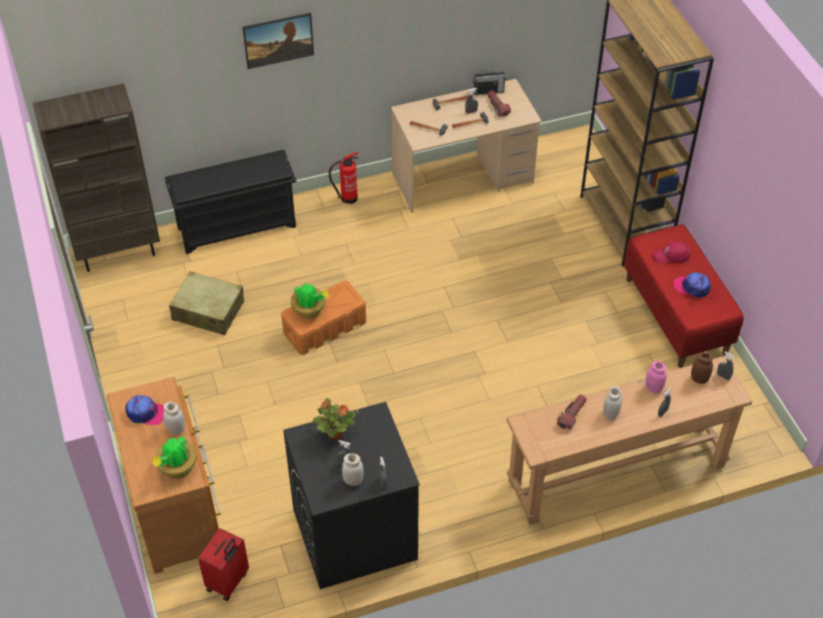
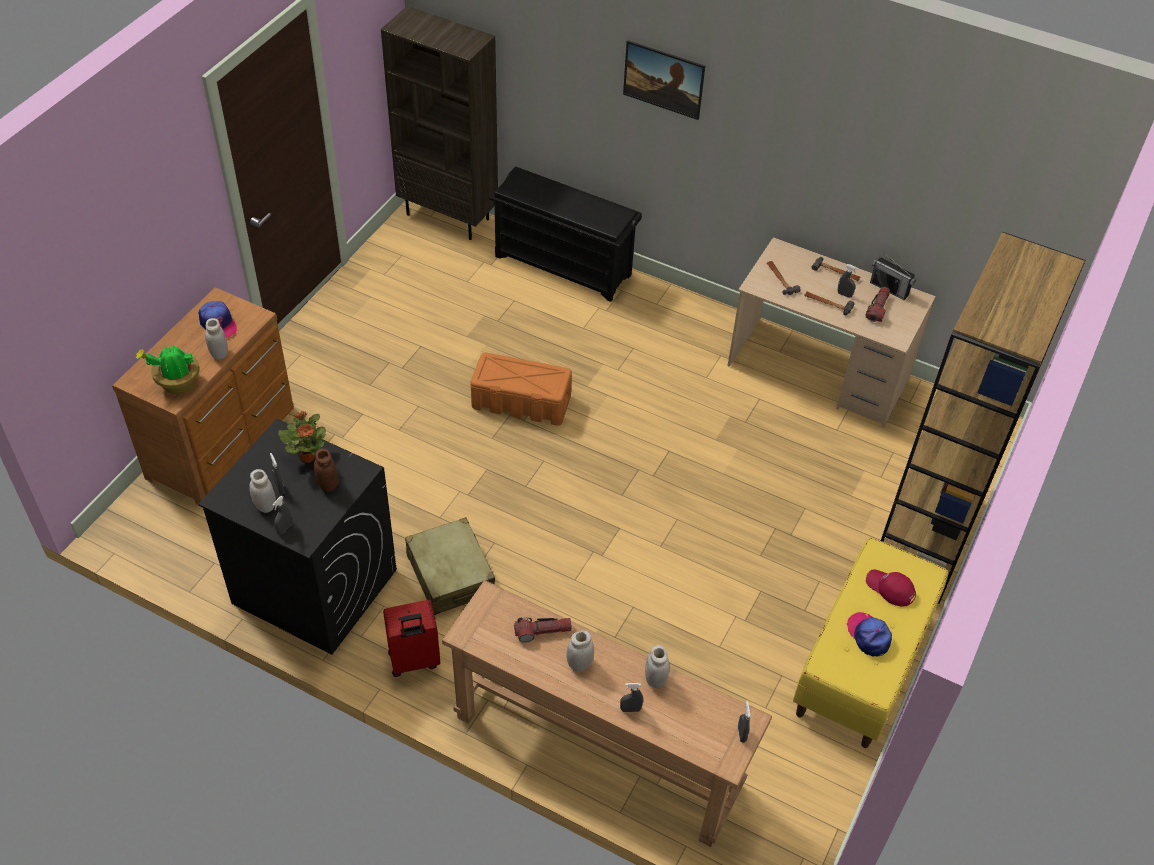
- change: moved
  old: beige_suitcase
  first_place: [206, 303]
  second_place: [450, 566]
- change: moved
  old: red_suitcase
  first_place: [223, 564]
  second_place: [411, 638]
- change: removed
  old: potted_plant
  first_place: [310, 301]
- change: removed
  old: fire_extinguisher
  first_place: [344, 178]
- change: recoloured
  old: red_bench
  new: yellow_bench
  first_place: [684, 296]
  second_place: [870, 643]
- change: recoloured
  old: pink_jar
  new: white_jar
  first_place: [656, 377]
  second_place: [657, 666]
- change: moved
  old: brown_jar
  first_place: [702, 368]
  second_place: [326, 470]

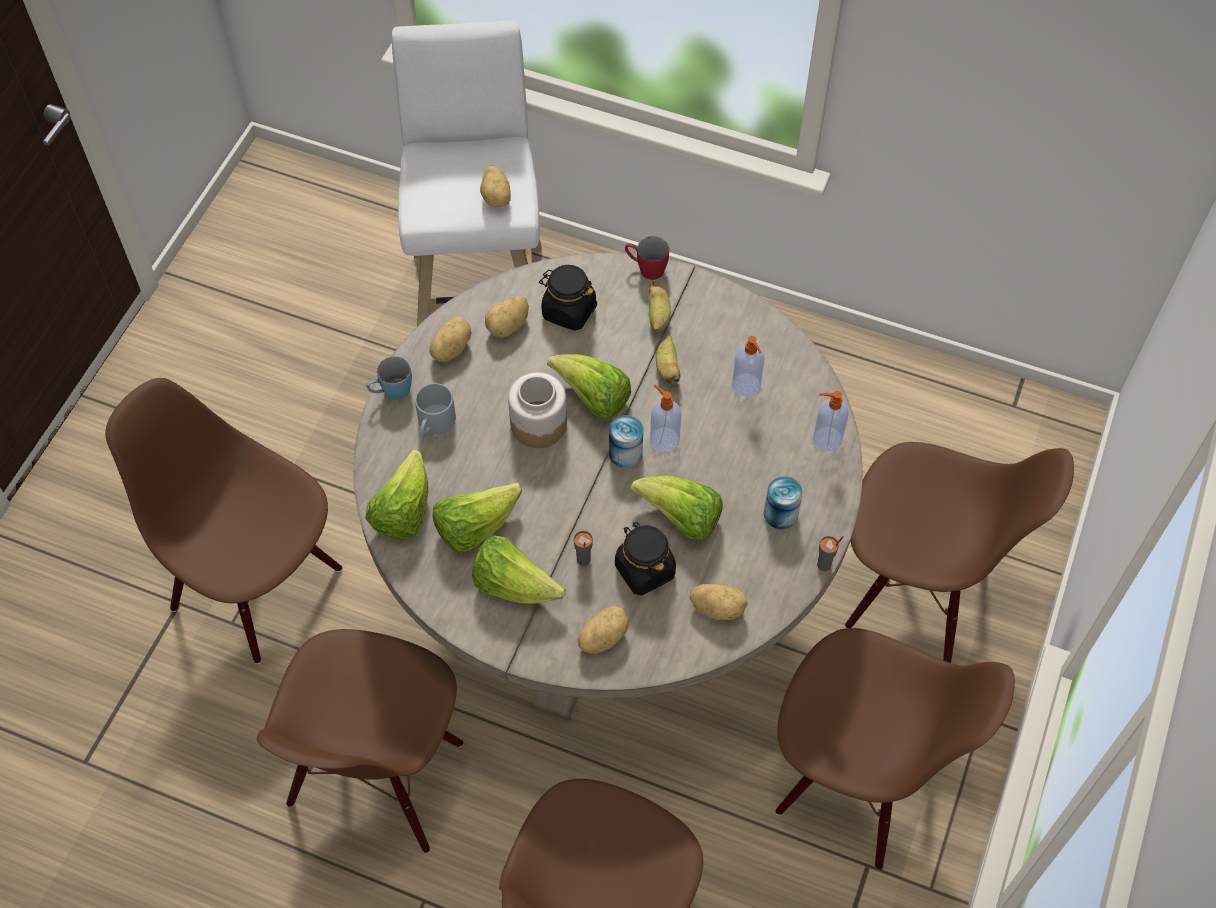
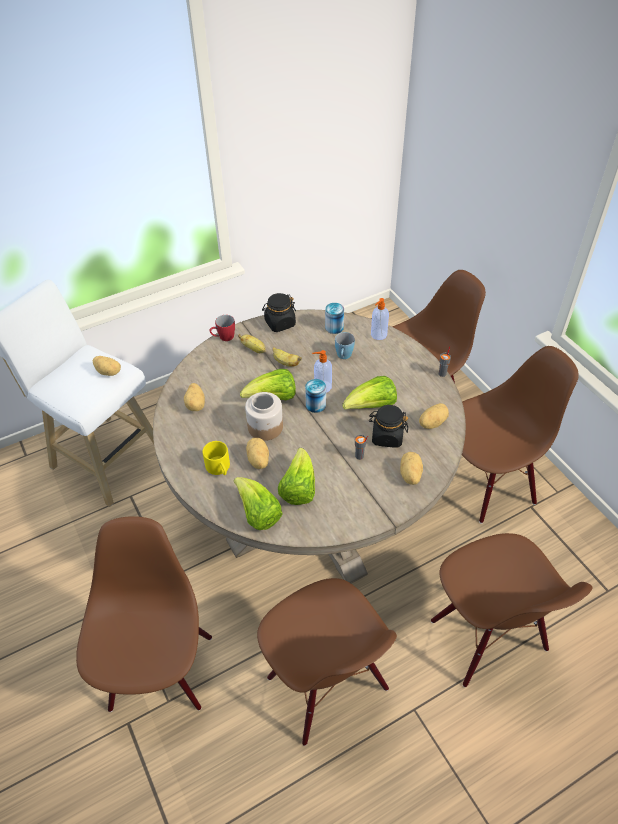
- change: turned
  old: brown_chair
  first_place: [223, 521]
  second_place: [144, 614]
  degrees: 105
- change: moved
  old: blue_mug
  first_place: [389, 378]
  second_place: [345, 345]
- change: recoloured
  old: grey_mug
  new: yellow_mug
  first_place: [435, 410]
  second_place: [216, 458]
- change: moved
  old: potato
  first_place: [450, 339]
  second_place: [257, 453]
- change: removed
  old: lettuce
  first_place: [519, 569]
- change: moved
  old: black_jar
  first_place: [568, 298]
  second_place: [279, 312]
- change: removed
  old: soap_dispenser
  first_place: [748, 366]
- change: moved
  old: can
  first_place: [783, 502]
  second_place: [334, 318]

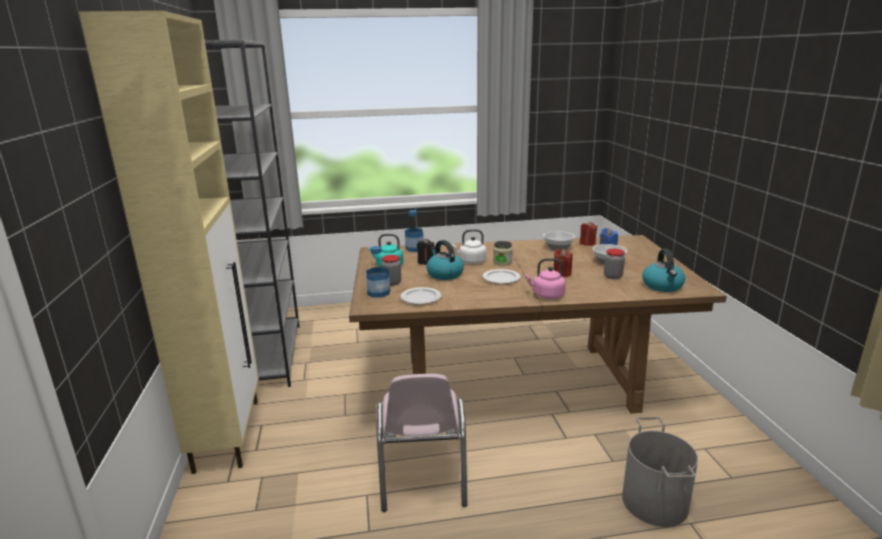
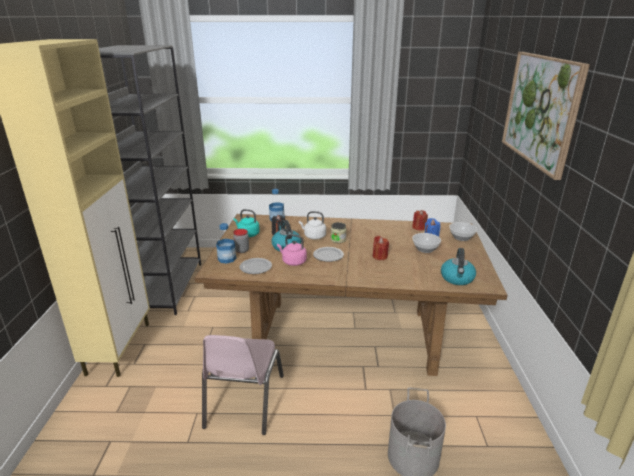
- change: moved
  old: pink_kettle
  first_place: [545, 278]
  second_place: [292, 250]
- change: moved
  old: bowl
  first_place: [559, 240]
  second_place: [463, 231]
- change: removed
  old: jar
  first_place: [614, 264]
- change: added
  new: picture
  second_place: [546, 116]

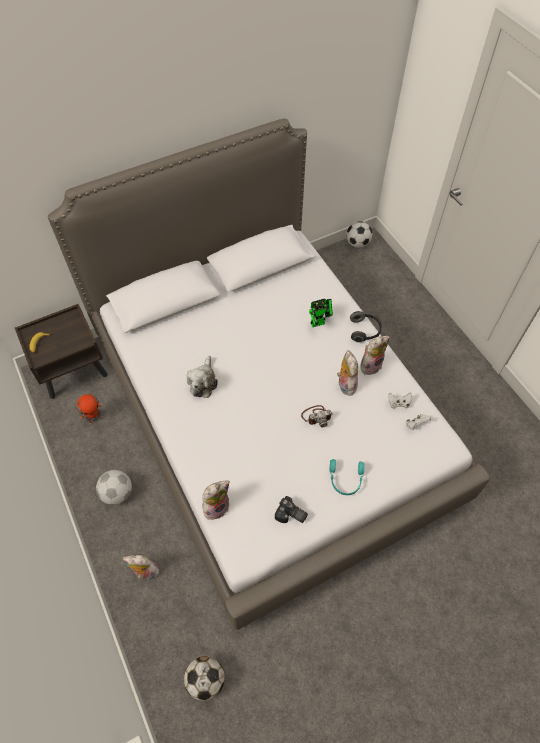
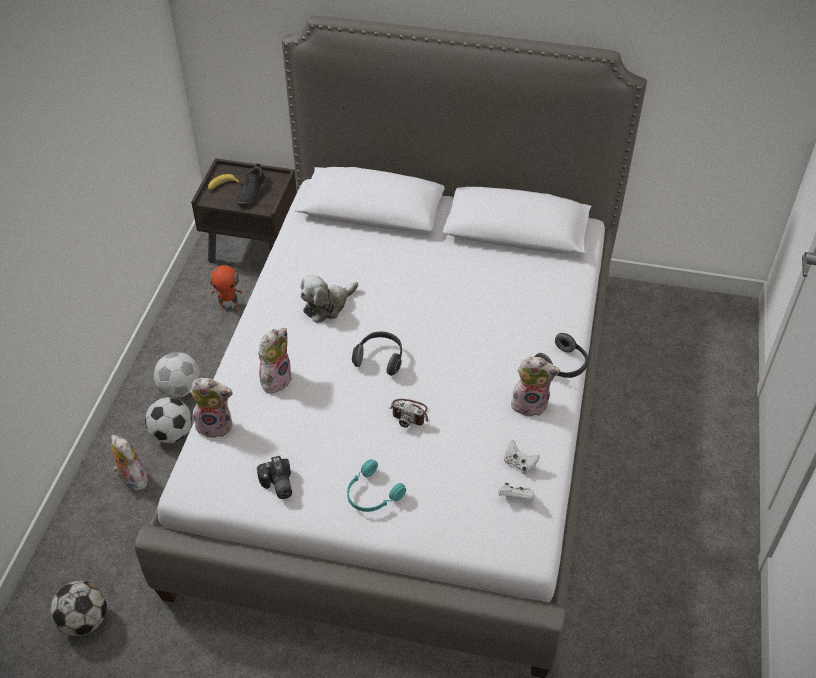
- change: removed
  old: toy_robot
  first_place: [321, 313]
- change: moved
  old: plush_toy
  first_place: [347, 373]
  second_place: [275, 361]
- change: moved
  old: football
  first_place: [359, 234]
  second_place: [168, 420]
- change: added
  new: black_shoe
  second_place: [250, 184]
- change: added
  new: headphones
  second_place: [377, 354]

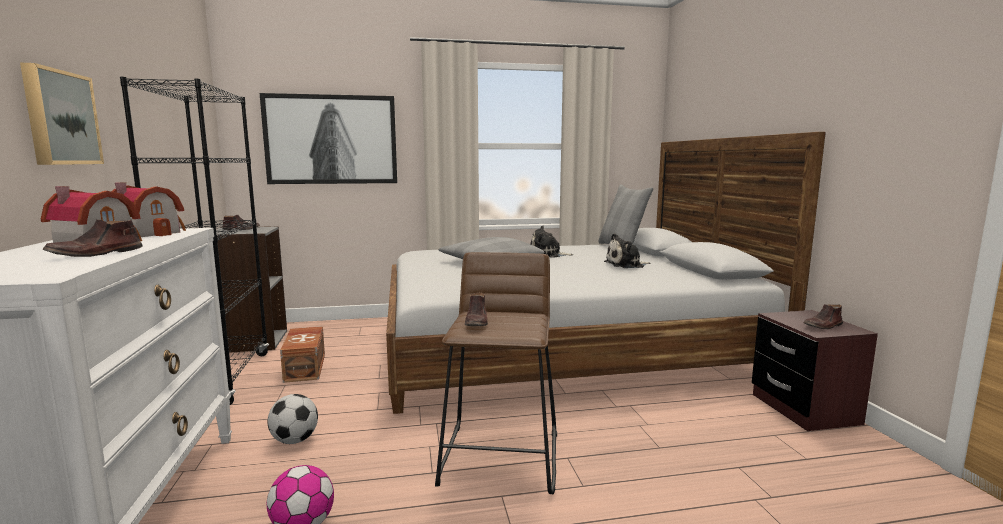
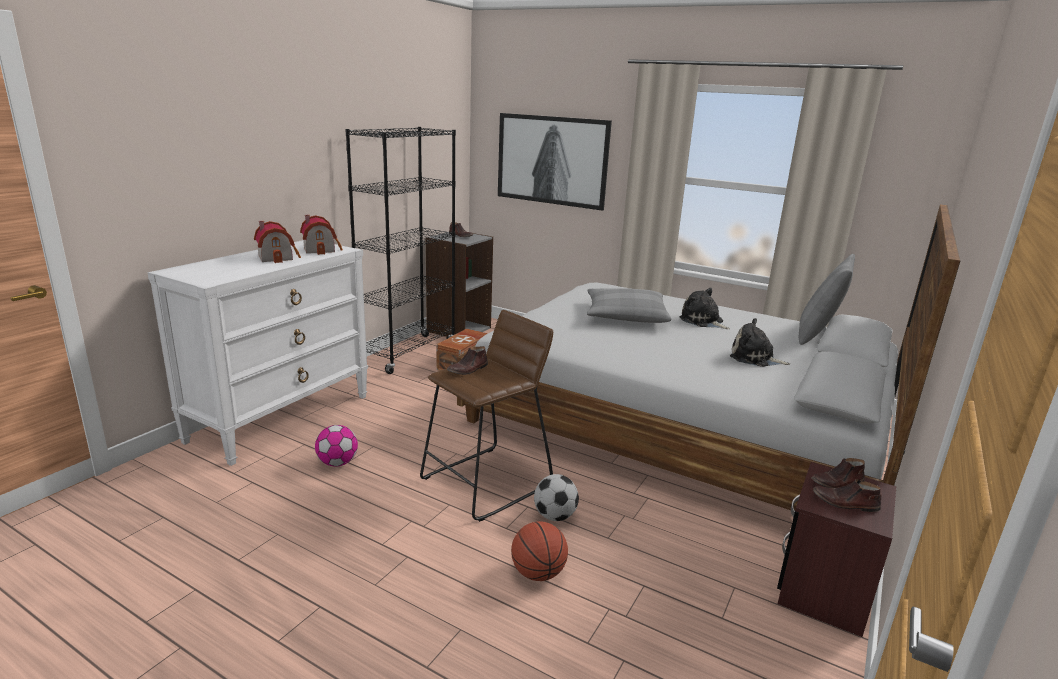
- change: removed
  old: picture
  first_place: [62, 114]
- change: moved
  old: brown_shoe
  first_place: [93, 238]
  second_place: [838, 473]
- change: moved
  old: football
  first_place: [293, 419]
  second_place: [556, 497]
- change: added
  new: basketball
  second_place: [539, 551]

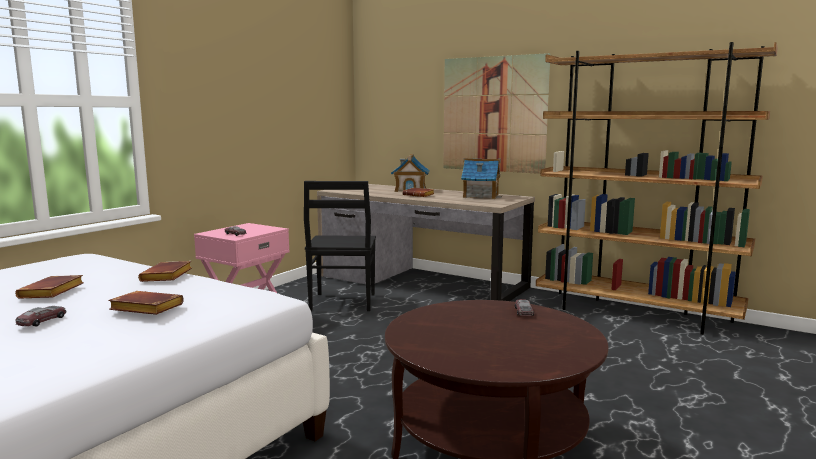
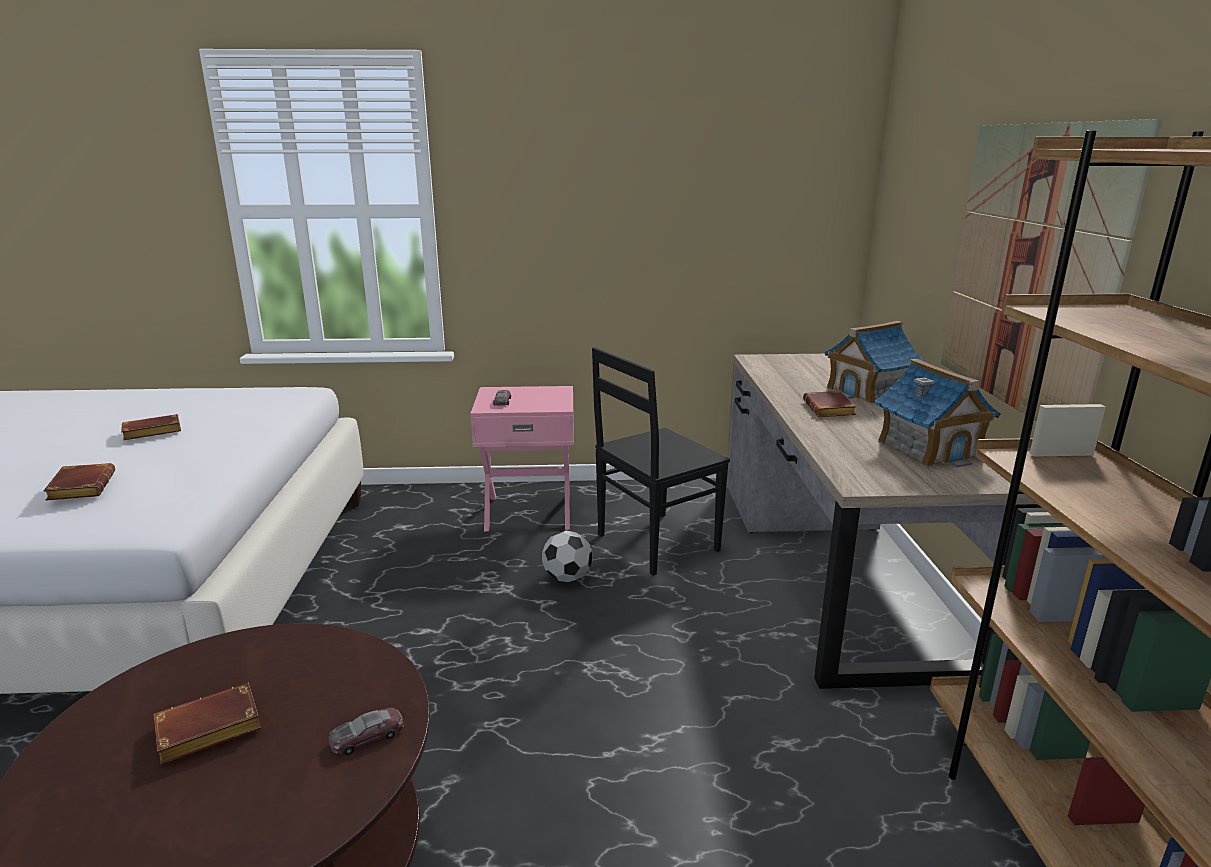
- change: removed
  old: toy_car
  first_place: [40, 316]
- change: moved
  old: brown_book
  first_place: [165, 271]
  second_place: [207, 724]
- change: added
  new: football
  second_place: [567, 556]

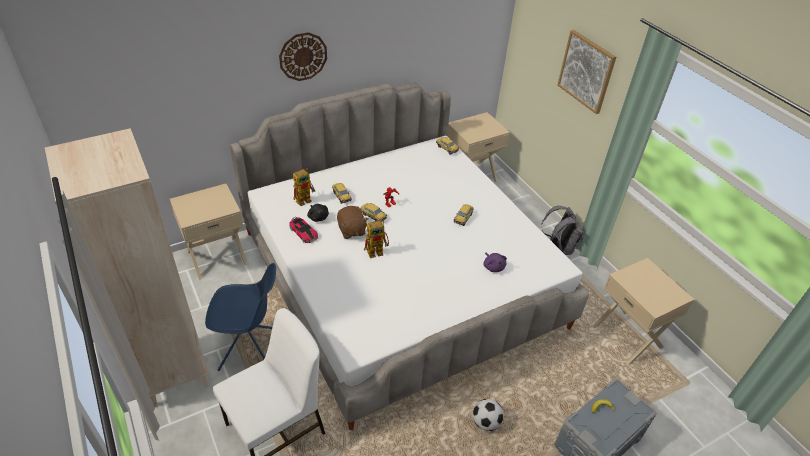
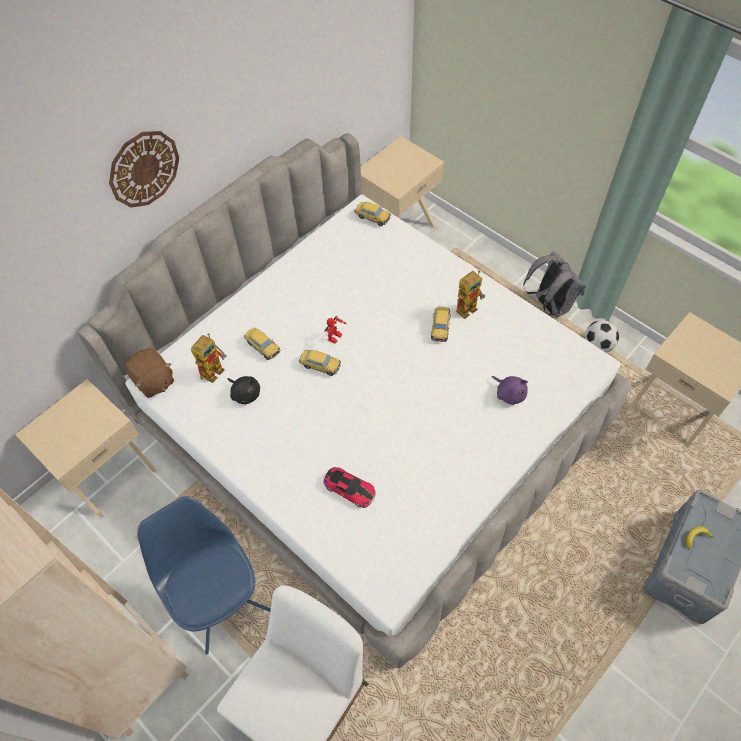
- change: turned
  old: blue_chair
  first_place: [240, 317]
  second_place: [204, 575]
  degrees: -105
- change: moved
  old: toy_car
  first_place: [303, 230]
  second_place: [350, 487]
- change: moved
  old: brown_plush_toy
  first_place: [352, 222]
  second_place: [149, 373]
- change: moved
  old: toy_robot
  first_place: [376, 239]
  second_place: [471, 294]
- change: moved
  old: football
  first_place: [488, 415]
  second_place: [602, 336]
- change: removed
  old: picture
  first_place: [586, 72]

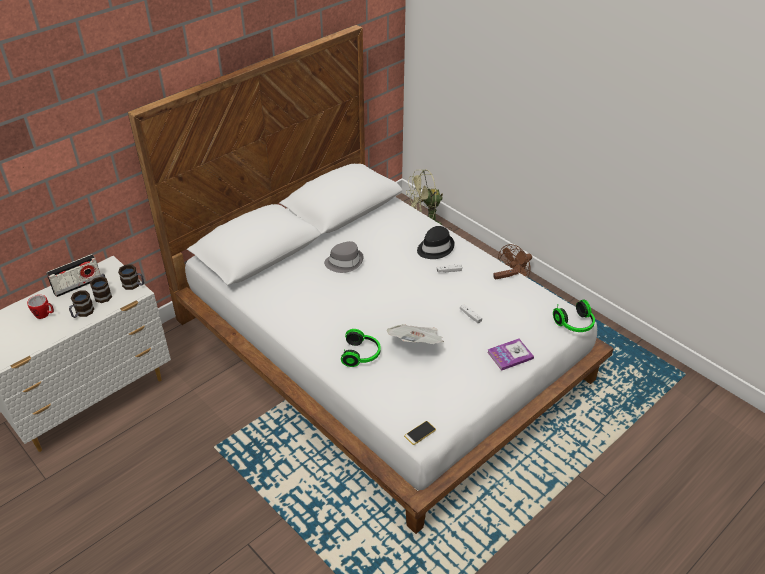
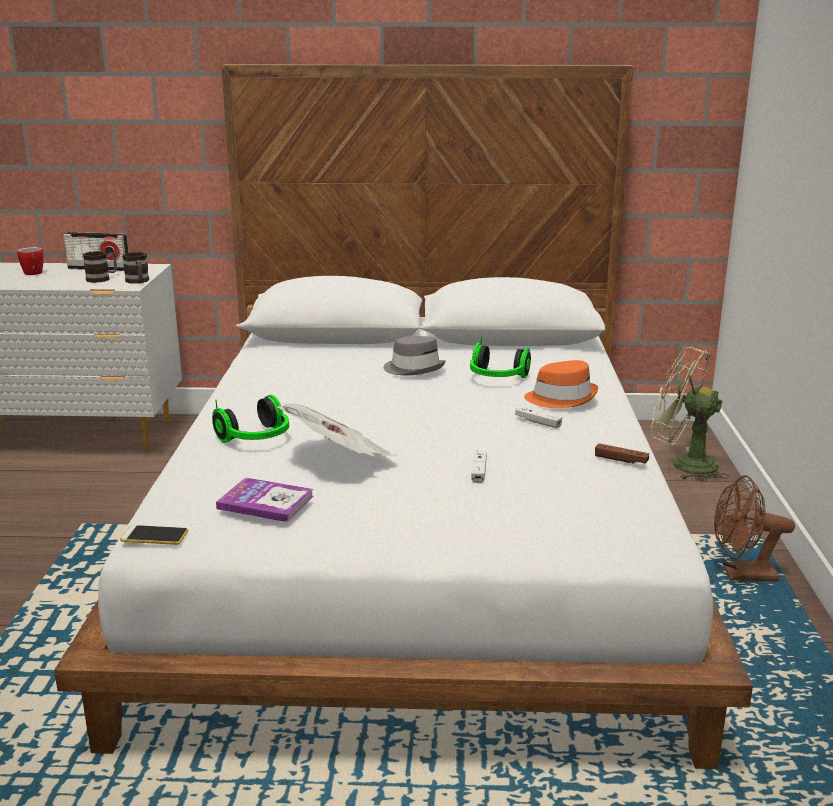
- change: removed
  old: mug
  first_place: [81, 304]
- change: recoloured
  old: black_hat
  new: orange_hat
  first_place: [436, 242]
  second_place: [561, 384]
- change: moved
  old: book
  first_place: [510, 354]
  second_place: [265, 499]
- change: moved
  old: headphones
  first_place: [574, 315]
  second_place: [500, 357]

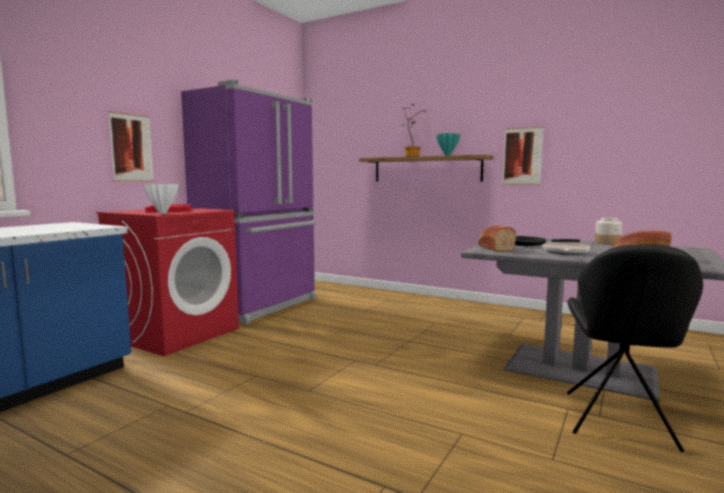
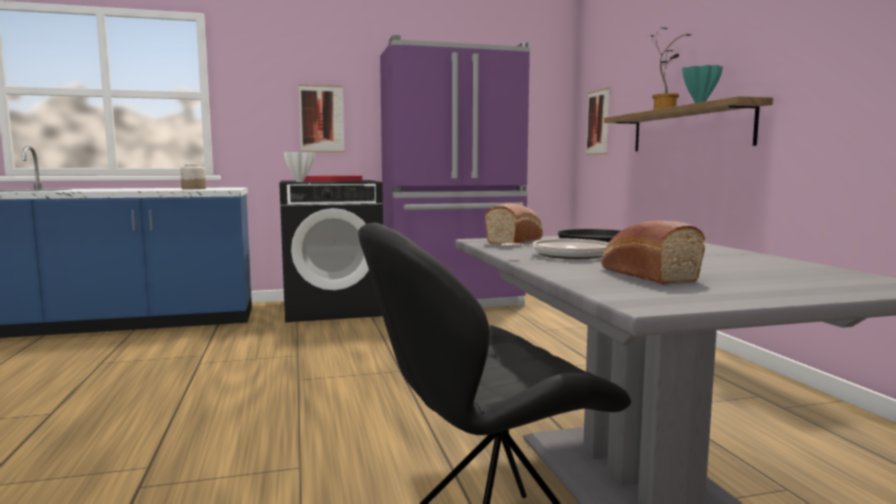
- change: recoloured
  old: red_washing_machine
  new: black_washing_machine
  first_place: [167, 282]
  second_place: [331, 251]
- change: moved
  old: picture
  first_place: [522, 155]
  second_place: [598, 121]
- change: moved
  old: jar
  first_place: [608, 231]
  second_place: [193, 176]

